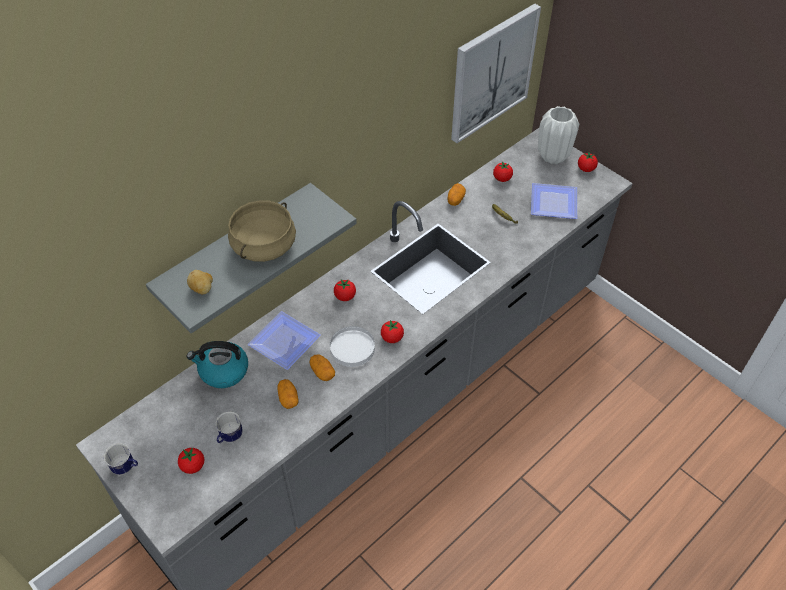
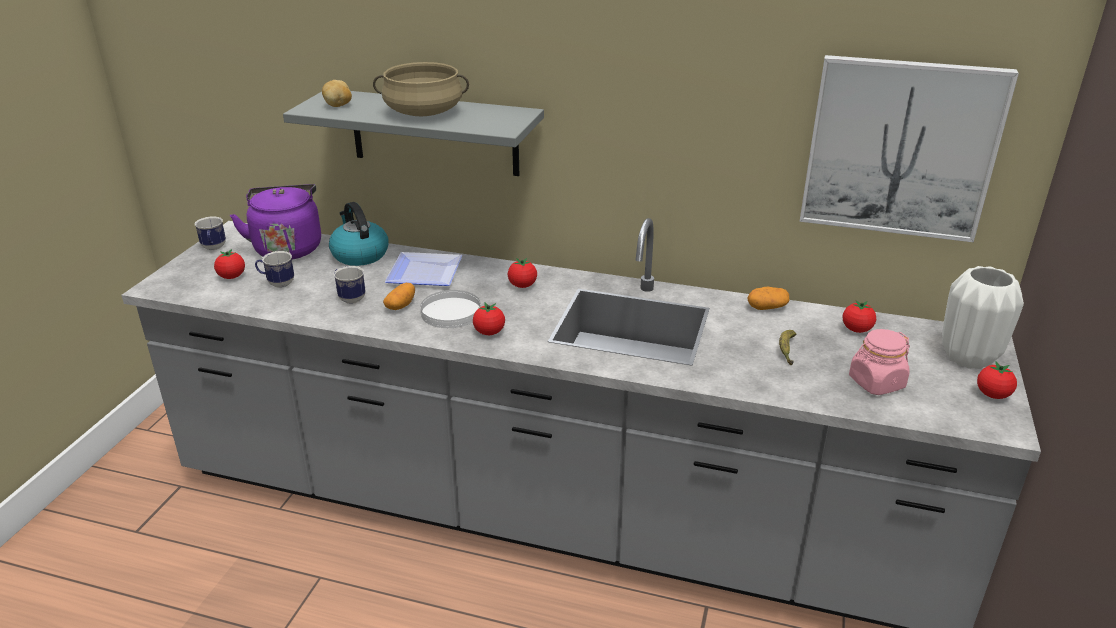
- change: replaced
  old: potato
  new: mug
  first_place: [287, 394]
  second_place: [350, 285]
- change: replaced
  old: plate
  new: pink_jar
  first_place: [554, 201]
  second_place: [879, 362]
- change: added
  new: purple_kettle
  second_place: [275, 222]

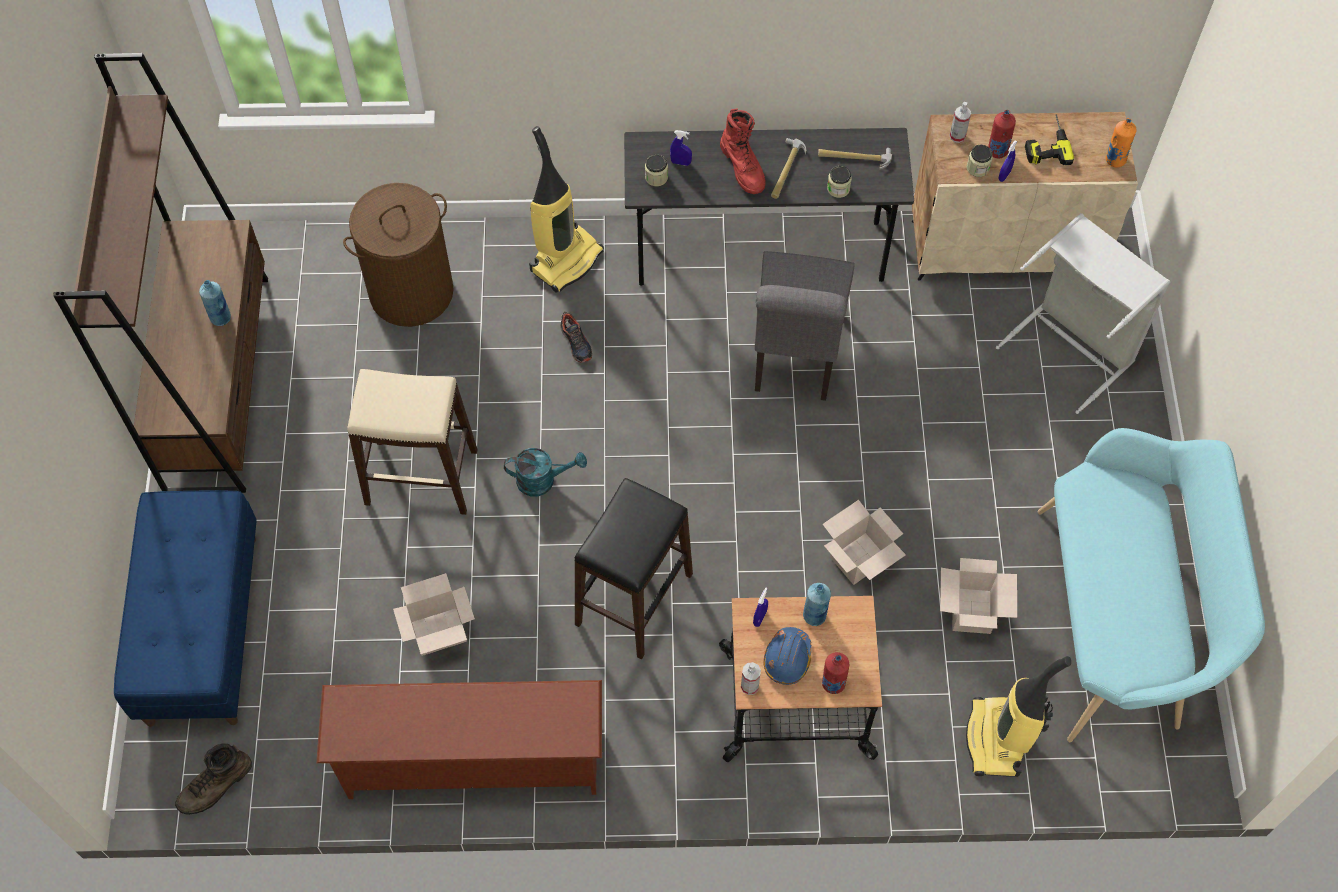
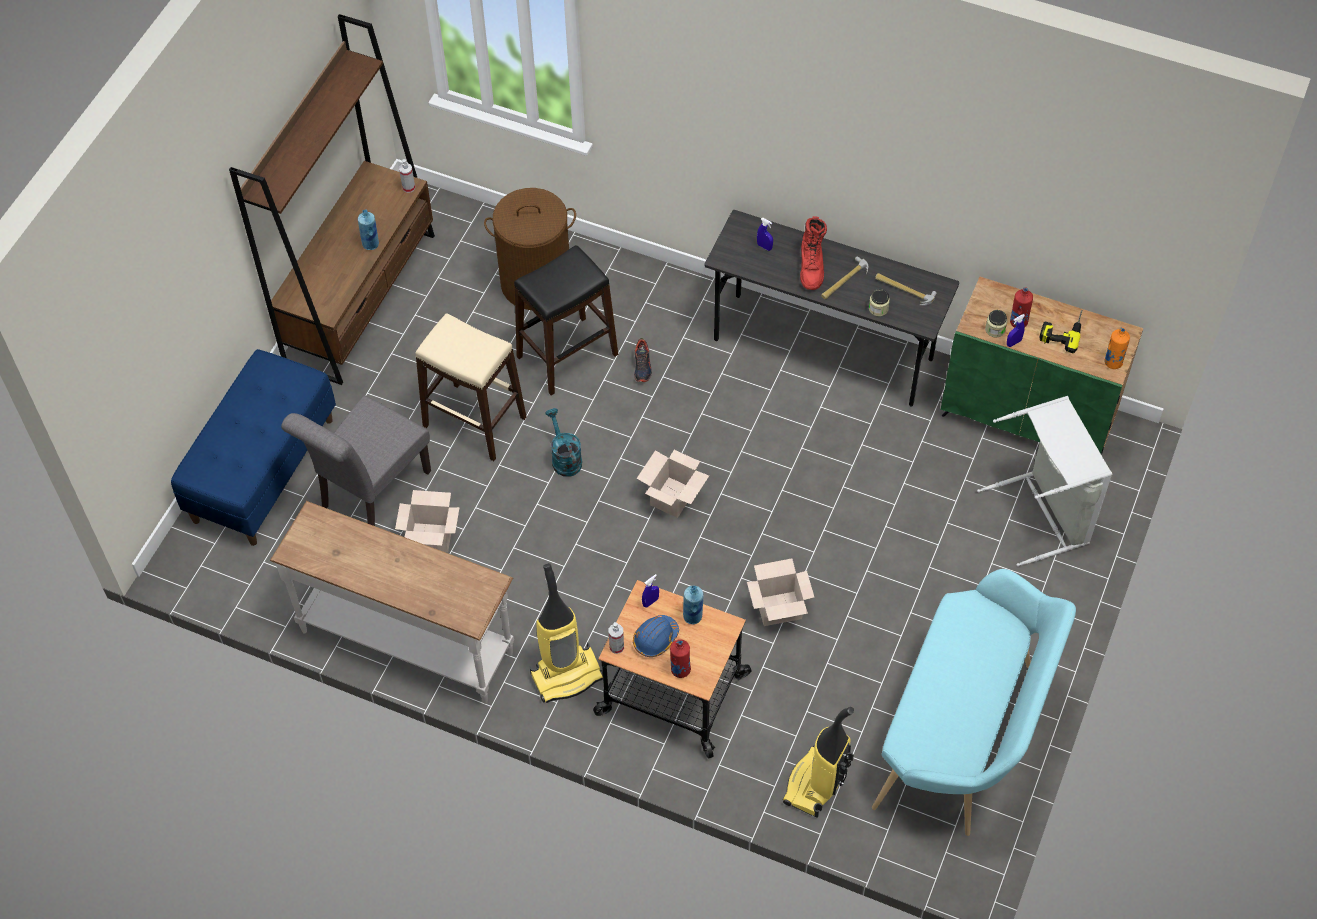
- change: removed
  old: brown_boot
  first_place: [213, 779]
- change: replaced
  old: brown_shoe_rack
  new: white_console_table
  first_place: [459, 739]
  second_place: [392, 602]
- change: turned
  old: turquoise_watering_can
  first_place: [545, 472]
  second_place: [563, 442]
  degrees: -135
- change: moved
  old: vacuum_cleaner
  first_place: [566, 209]
  second_place: [566, 633]
- change: moved
  old: black_stool
  first_place: [633, 569]
  second_place: [566, 320]
- change: removed
  old: jar
  first_place: [656, 170]
- change: moved
  old: grey_chair
  first_place: [804, 326]
  second_place: [356, 461]
- change: recoloured
  old: beige_cabinet
  new: green_cabinet
  first_place: [1025, 196]
  second_place: [1042, 366]
- change: moved
  old: cardboard_box
  first_place: [978, 596]
  second_place: [673, 484]
- change: moved
  old: spray_bottle
  first_place: [960, 122]
  second_place: [407, 176]

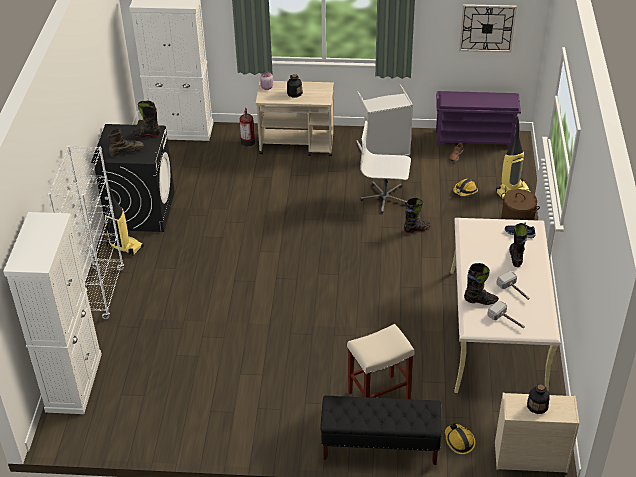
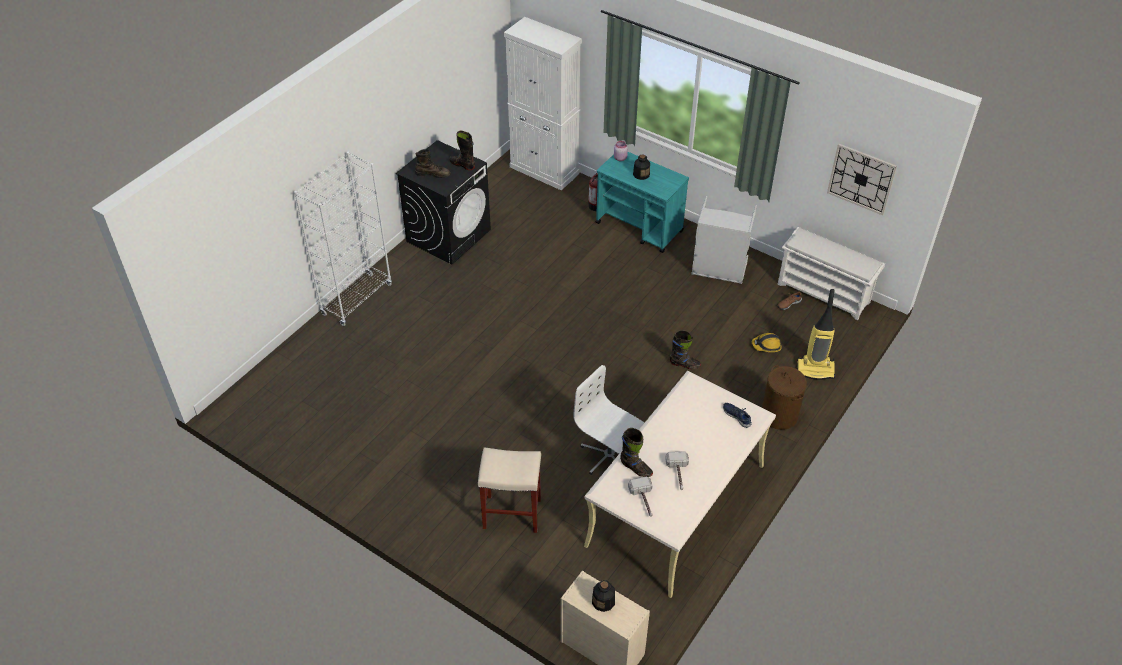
- change: removed
  old: white_cabinet
  first_place: [52, 313]
- change: removed
  old: vacuum_cleaner
  first_place: [123, 219]
- change: recoloured
  old: beige_cart
  new: turquoise_cart
  first_place: [295, 119]
  second_place: [642, 202]
- change: removed
  old: black_bench
  first_place: [381, 430]
- change: moved
  old: white_office_chair
  first_place: [385, 167]
  second_place: [608, 420]
- change: recoloured
  old: purple_shoe_rack
  new: white_shoe_rack
  first_place: [478, 119]
  second_place: [831, 273]
- change: removed
  old: hard_hat
  first_place: [460, 438]
- change: removed
  old: black_boot
  first_place: [518, 245]

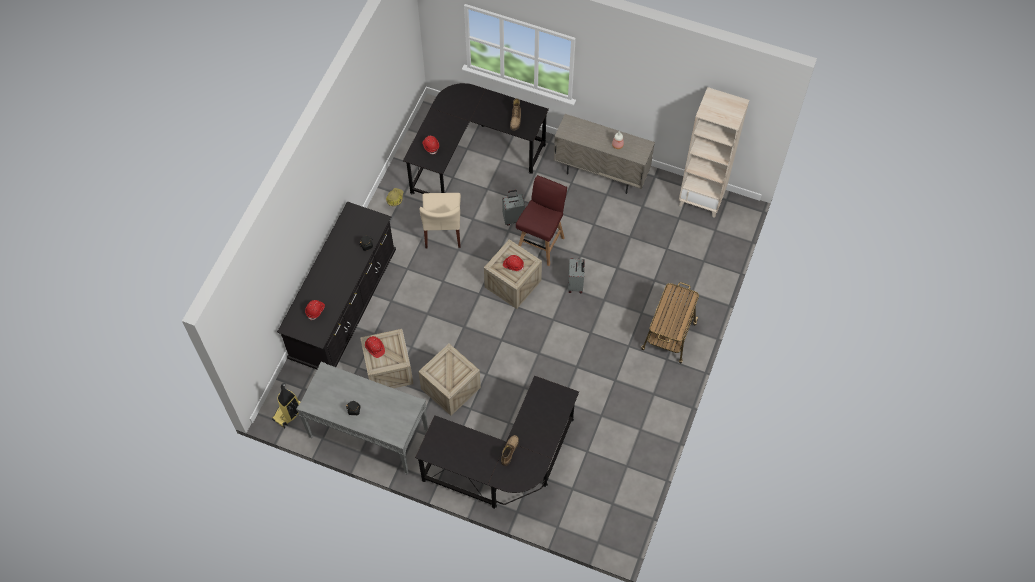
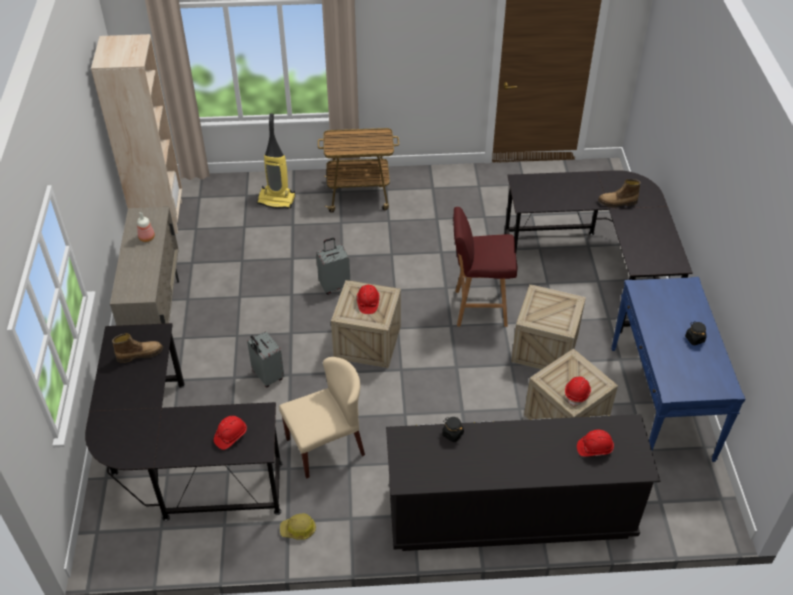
- change: moved
  old: vacuum_cleaner
  first_place: [286, 405]
  second_place: [276, 161]
- change: recoloured
  old: grey_console_table
  new: blue_console_table
  first_place: [362, 418]
  second_place: [678, 369]
- change: moved
  old: red_stool
  first_place: [541, 220]
  second_place: [485, 267]

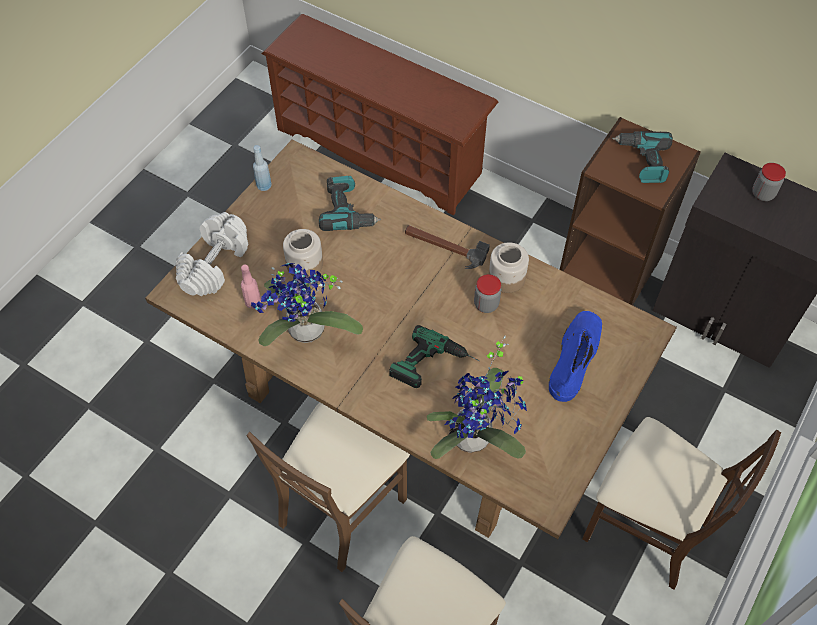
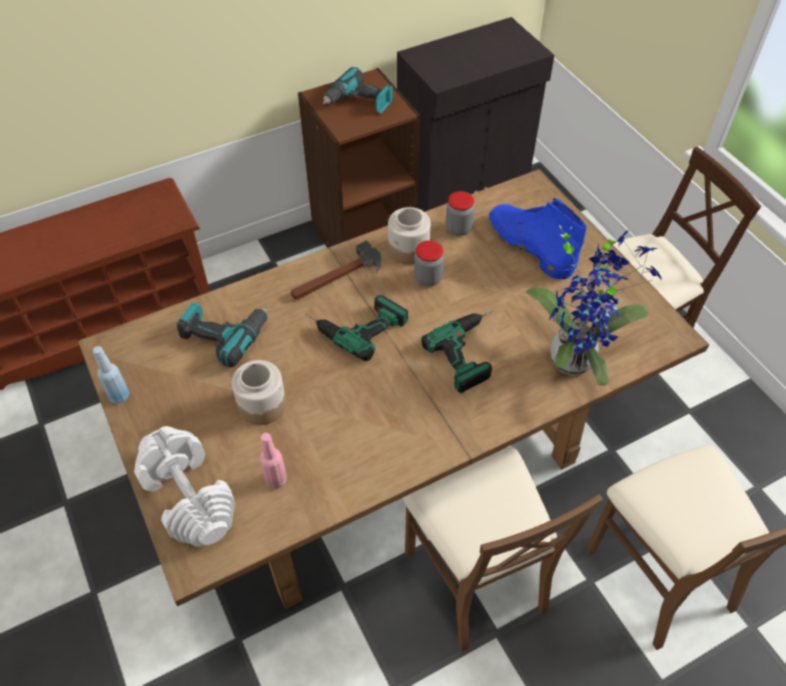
- change: removed
  old: potted_plant
  first_place: [307, 304]
- change: moved
  old: jar
  first_place: [769, 182]
  second_place: [460, 213]
- change: added
  new: power_drill
  second_place: [356, 328]

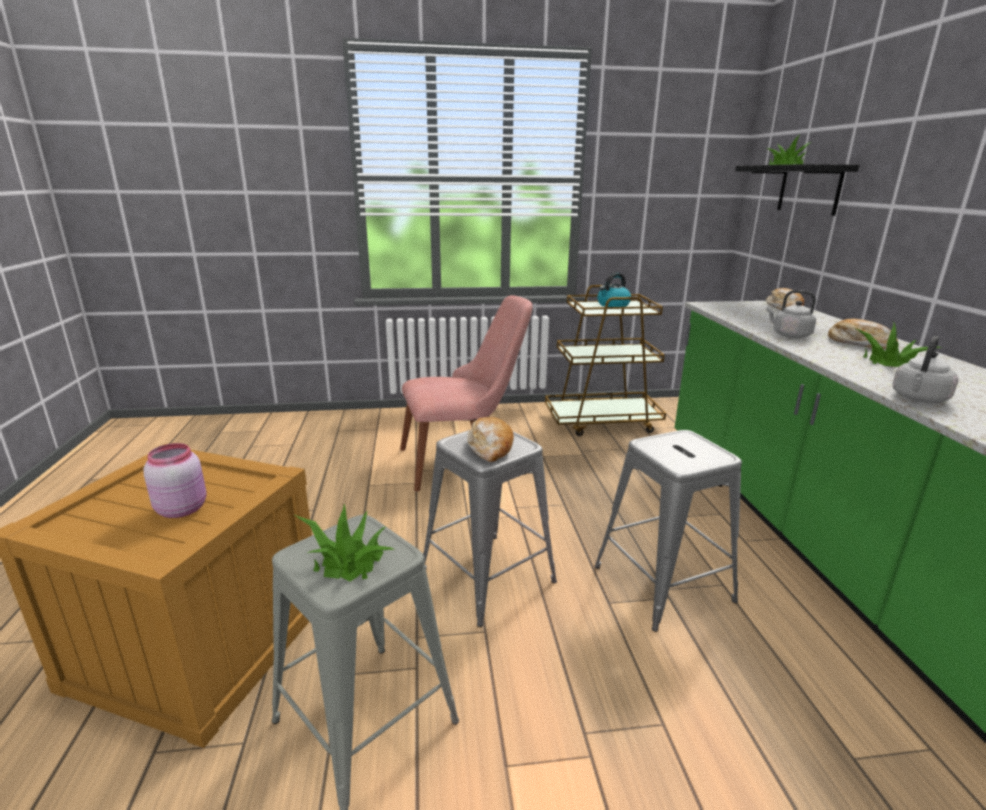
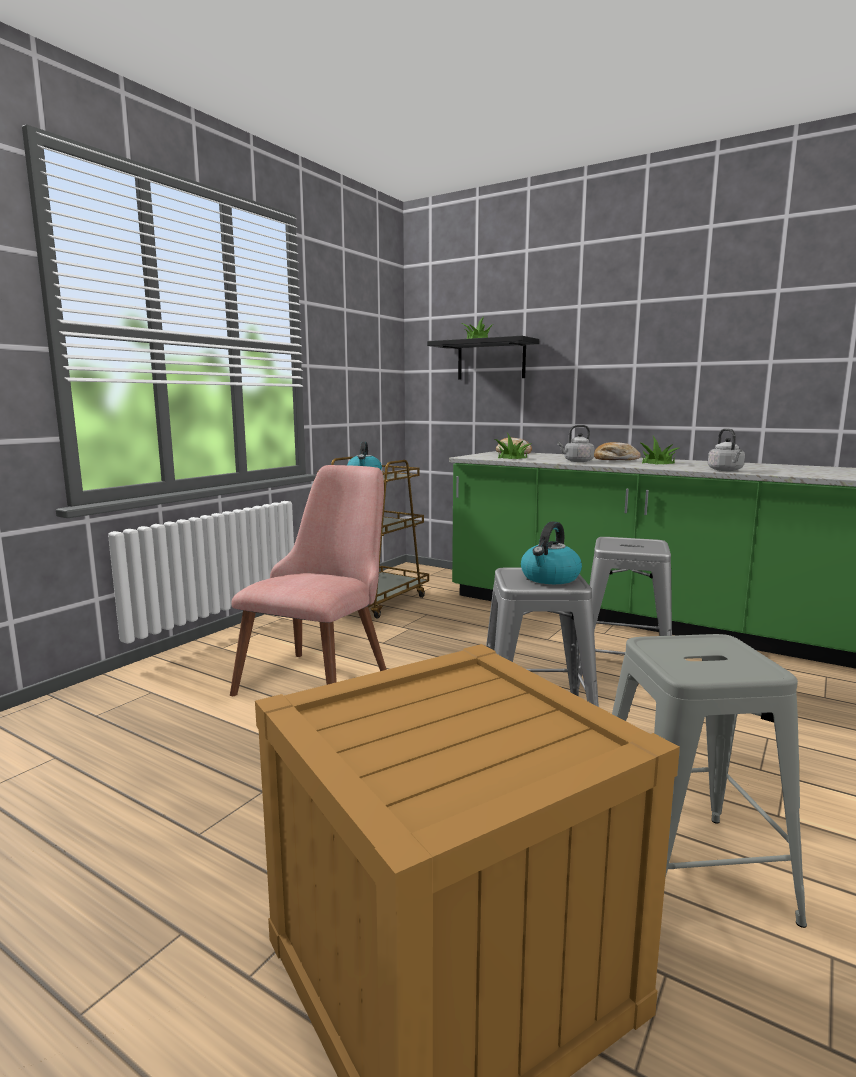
- change: removed
  old: pink_jar
  first_place: [175, 480]
- change: moved
  old: potted_plant
  first_place: [344, 542]
  second_place: [513, 446]
- change: replaced
  old: bread
  new: kettle
  first_place: [490, 439]
  second_place: [551, 552]

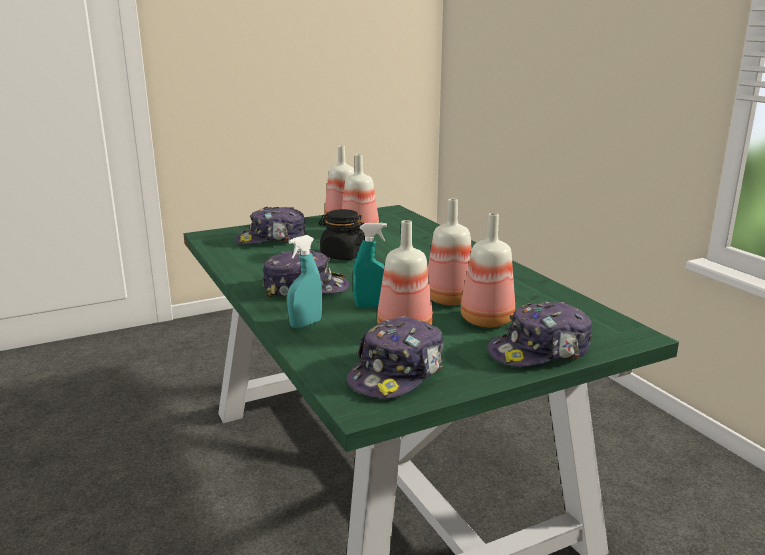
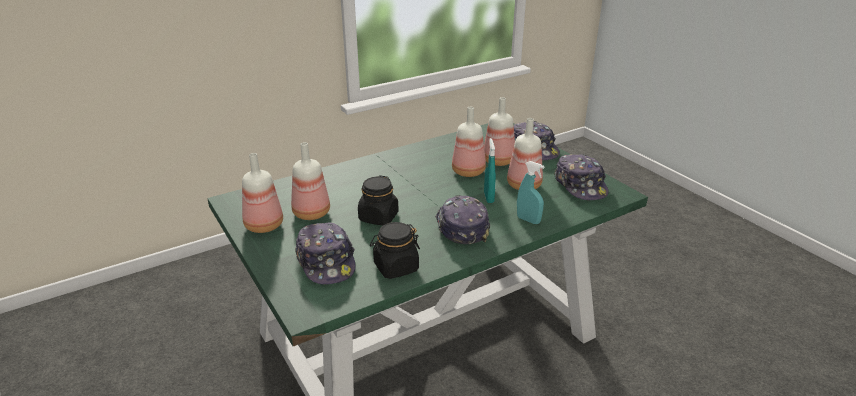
- change: turned
  old: cap
  first_place: [395, 357]
  second_place: [581, 177]
  degrees: 45
- change: added
  new: black_jar
  second_place: [395, 250]

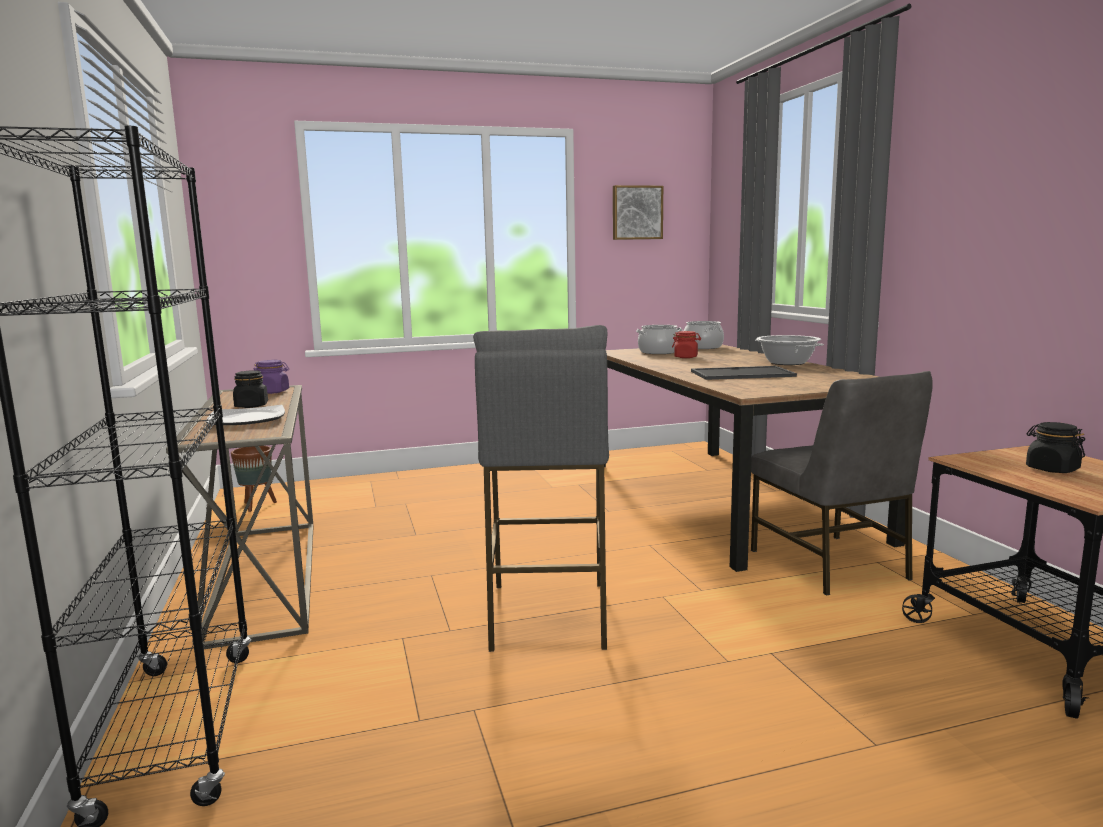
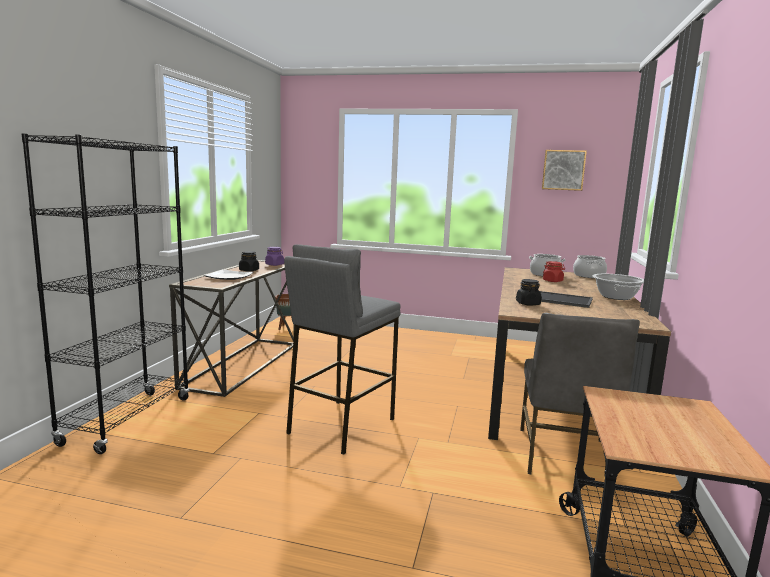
- change: moved
  old: black_jar
  first_place: [1055, 447]
  second_place: [528, 292]

